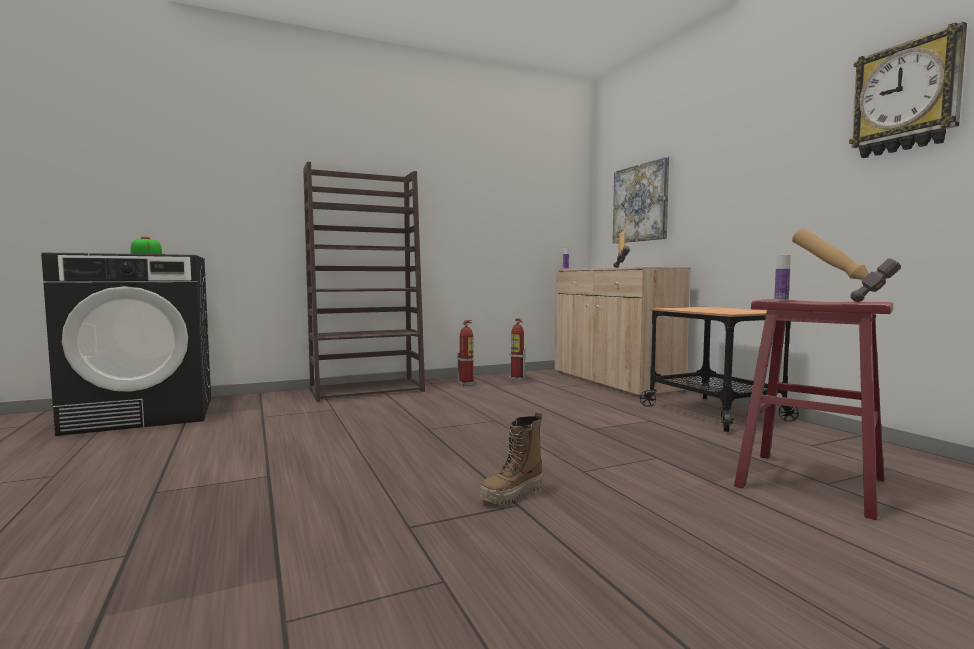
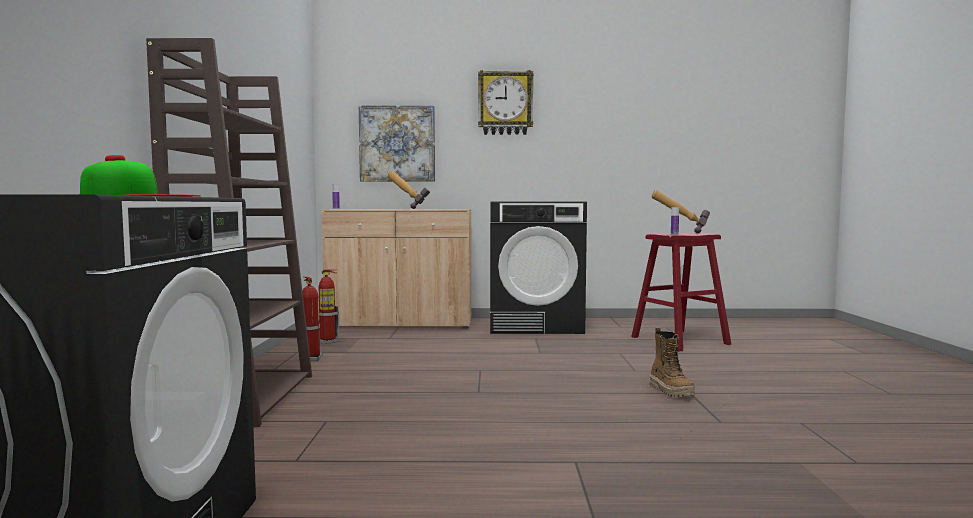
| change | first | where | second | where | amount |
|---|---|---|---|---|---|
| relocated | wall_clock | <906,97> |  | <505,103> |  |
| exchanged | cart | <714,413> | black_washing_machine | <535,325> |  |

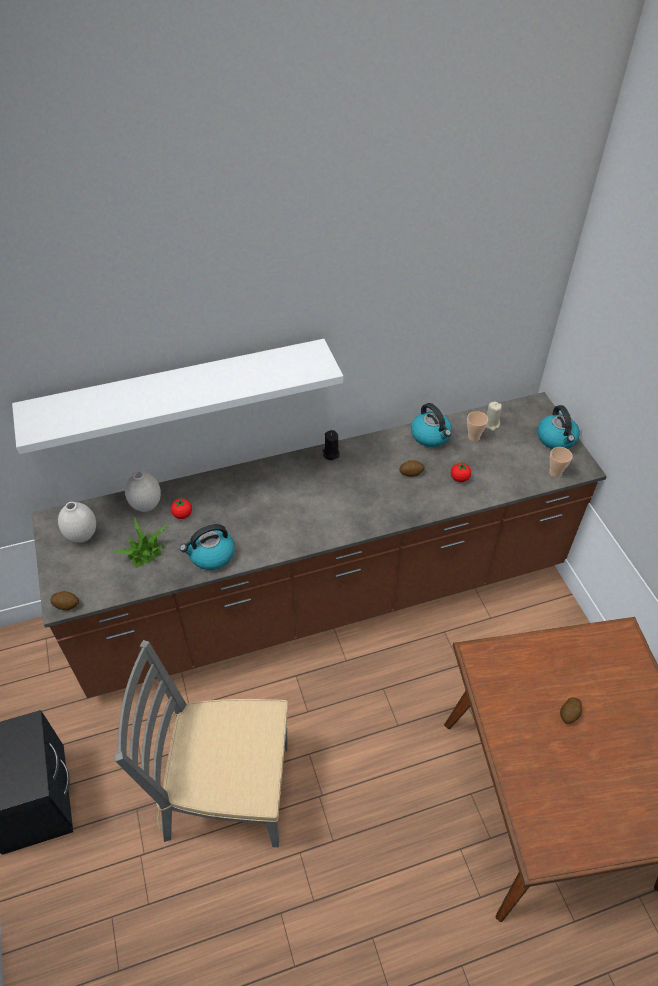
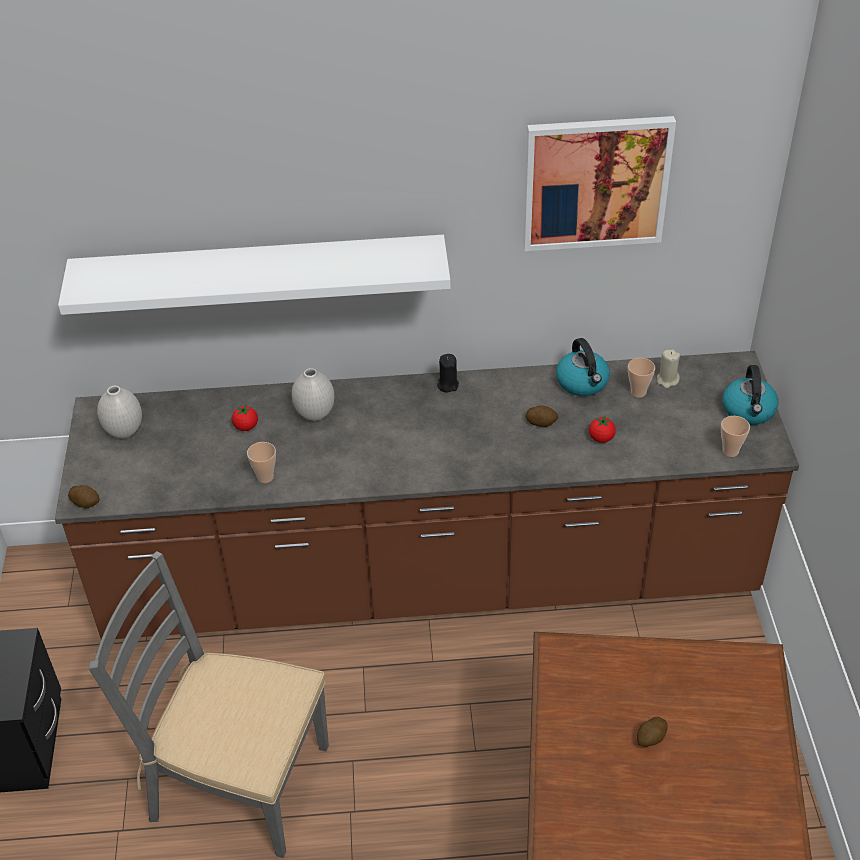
| change | first | where | second | where | amount |
|---|---|---|---|---|---|
| missing | potted_plant | <145,551> |  |  |  |
| appeared |  |  | picture | <595,182> |  |
| relocated | white_vase | <147,506> |  | <315,415> |  |
| exchanged | kettle | <211,555> | cup | <265,477> |  |

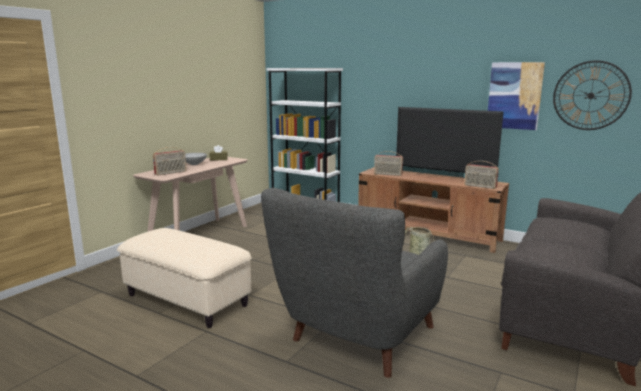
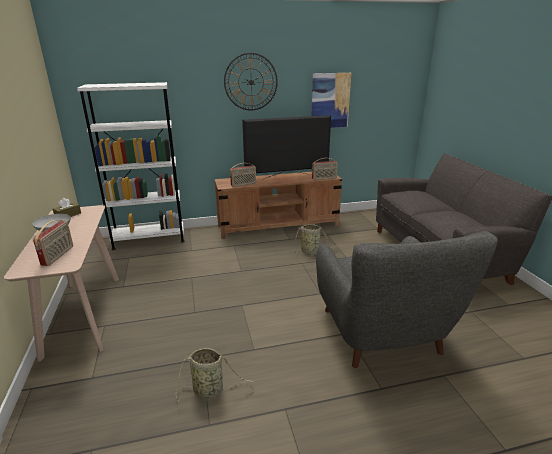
| change | first | where | second | where | amount |
|---|---|---|---|---|---|
| relocated | wall_clock | <590,95> |  | <251,82> |  |
| exchanged | beige_ottoman | <188,300> | basket | <210,391> |  |

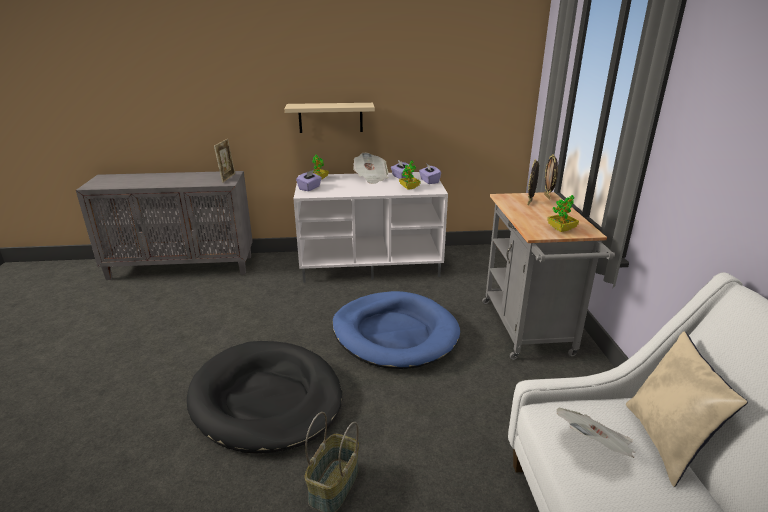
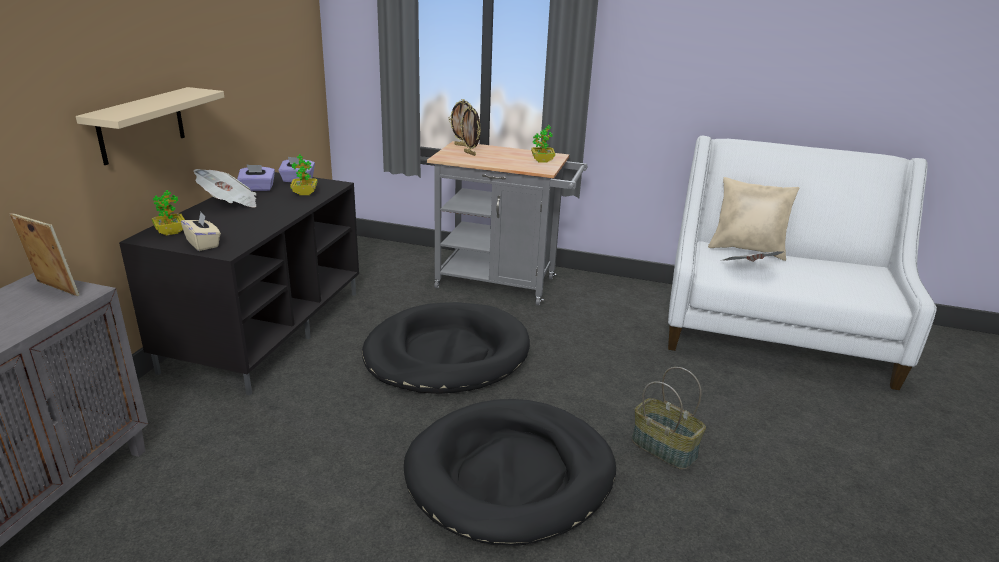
| change | first | where | second | where | amount |
|---|---|---|---|---|---|
| colour | white_tv_stand | <371,263> | black_tv_stand | <266,328> |  |
| colour | purple_tissue_box | <309,188> | beige_tissue_box | <203,244> |  |
| colour | blue_dog_bed | <394,333> | black_dog_bed | <446,354> |  |

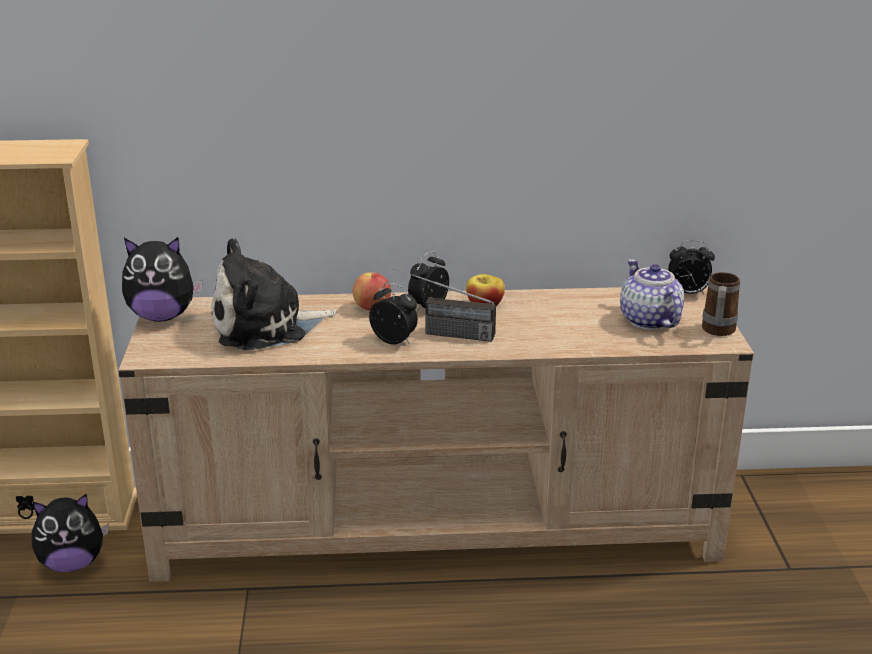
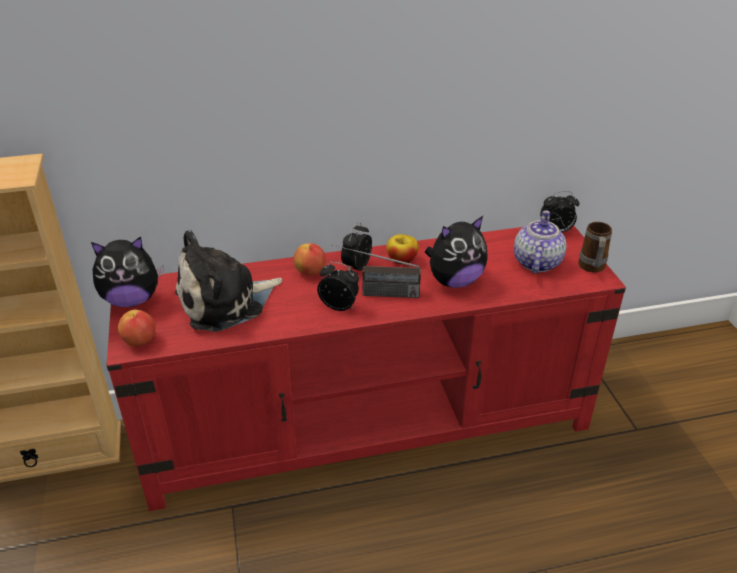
| change | first | where | second | where | amount |
|---|---|---|---|---|---|
| appeared |  |  | apple | <140,341> |  |
| relocated | plush_toy | <72,564> |  | <454,281> |  |
| colour | beige_tv_stand | <438,527> | red_tv_stand | <369,425> |  |
| spun | teapot | <649,321> |  | <536,263> | 45 degrees clockwise |

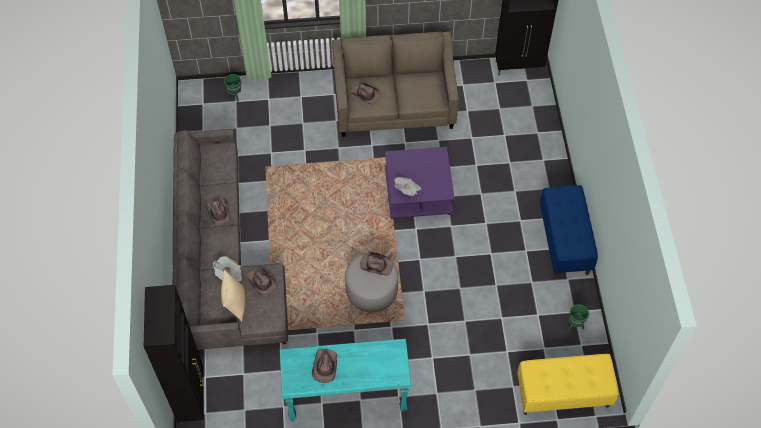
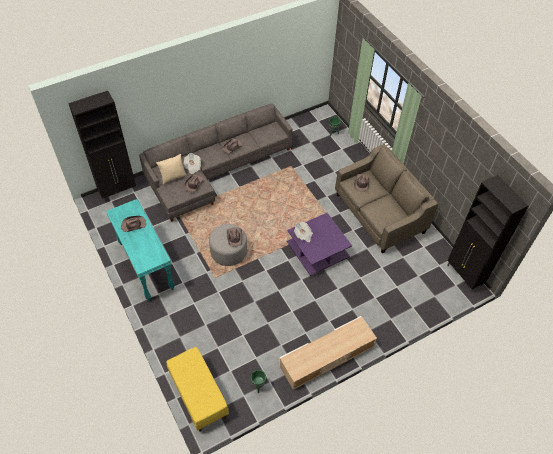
| change | first | where | second | where | amount |
|---|---|---|---|---|---|
| exchanged | blue_bench | <565,241> | beige_tv_stand | <327,356> |  |

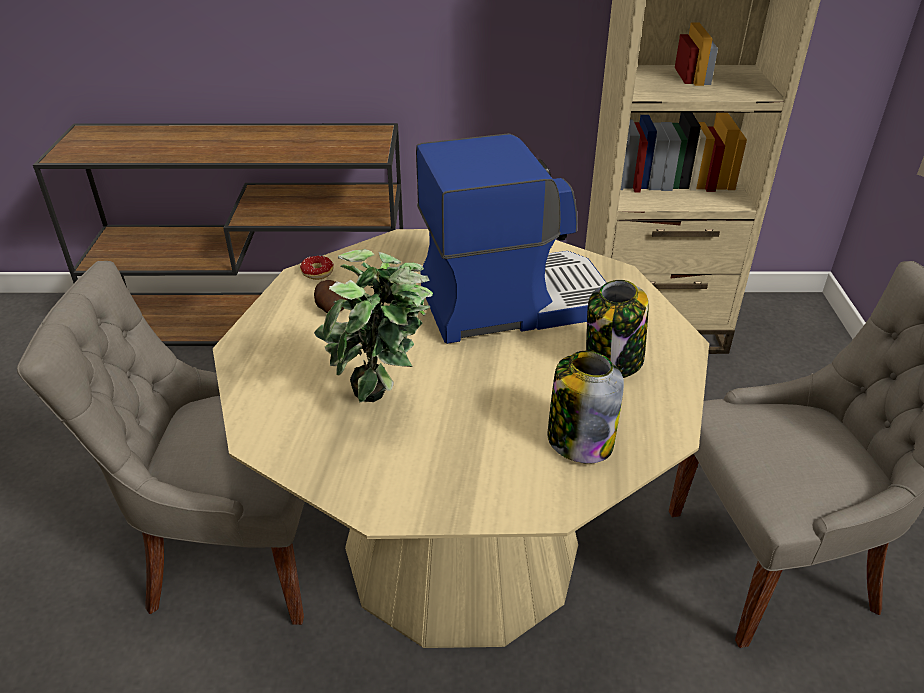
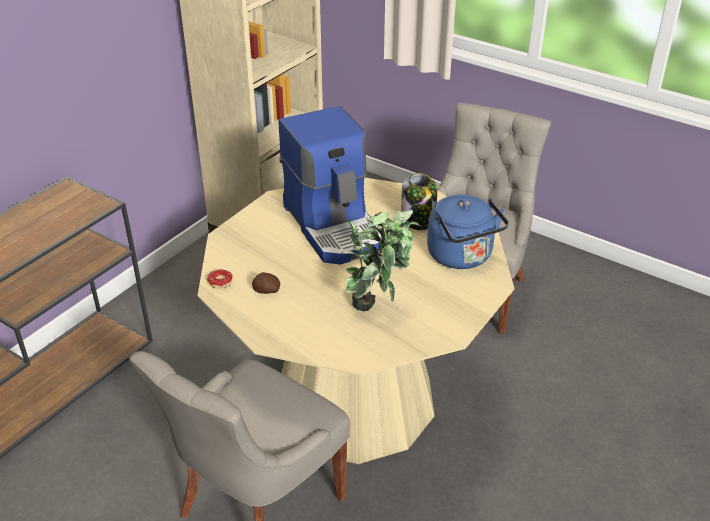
| change | first | where | second | where | amount |
|---|---|---|---|---|---|
| exchanged | jar | <579,440> | blue_kettle | <462,257> |  |
| spun | coffee_machine | <512,301> |  | <335,226> | 135 degrees clockwise |

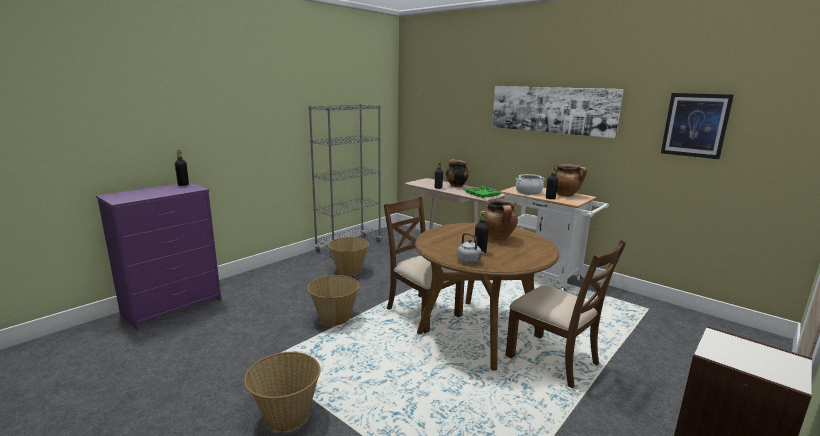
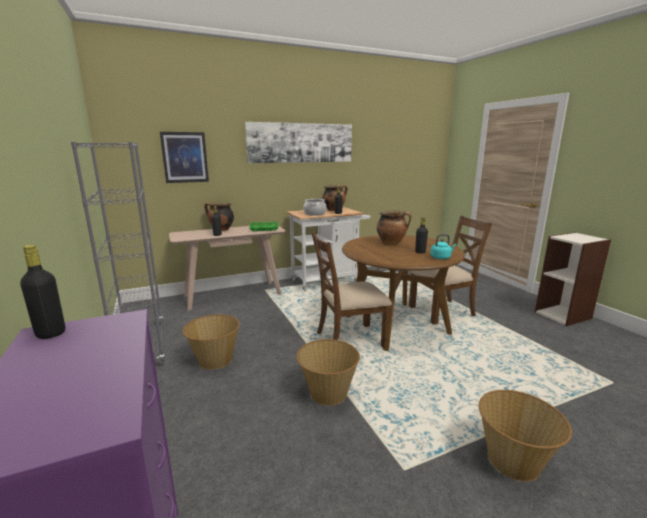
| change | first | where | second | where | amount |
|---|---|---|---|---|---|
| relocated | picture | <695,125> |  | <185,157> |  |
| colour | grey_kettle | <470,261> | turquoise_kettle | <441,257> |  |

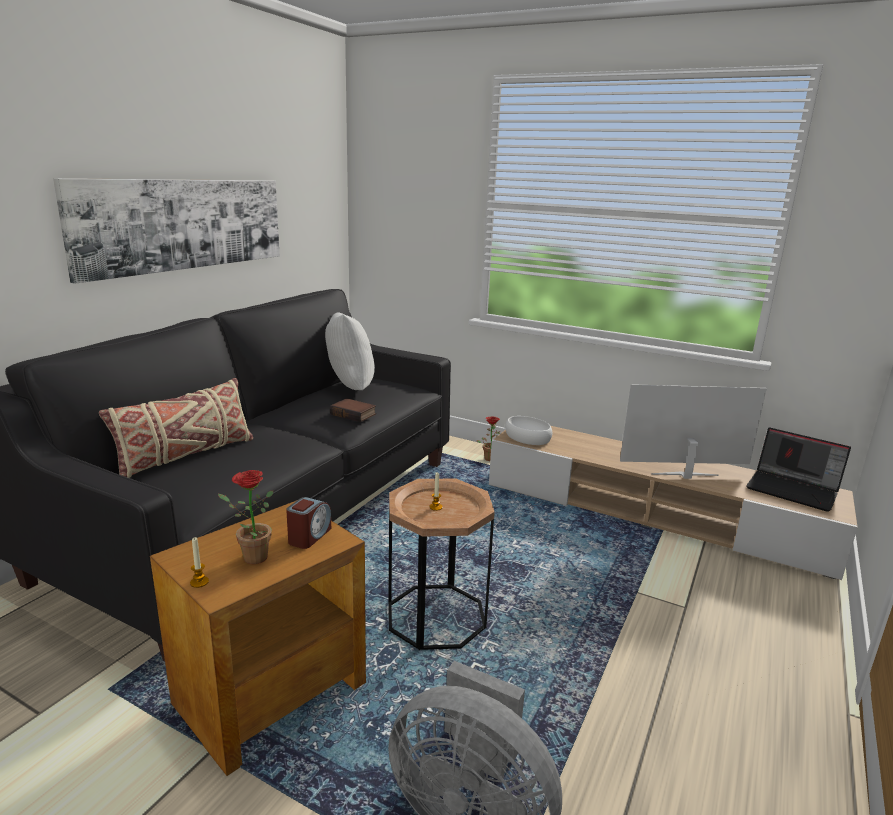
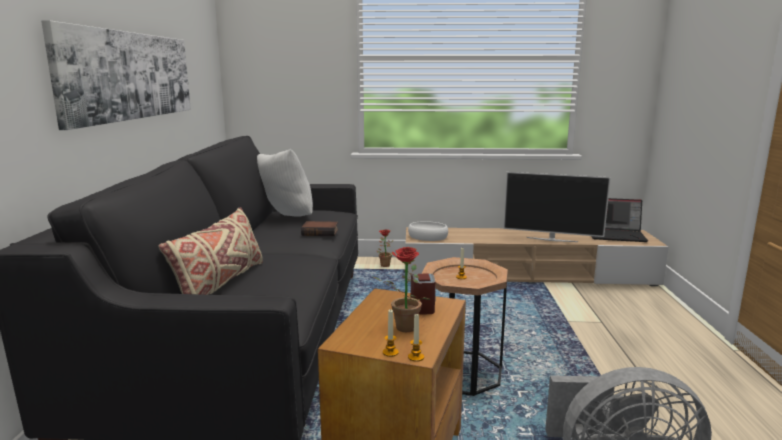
| change | first | where | second | where | amount |
|---|---|---|---|---|---|
| appeared |  |  | candle | <416,357> |  |
| spun | television | <685,475> |  | <551,239> | 135 degrees counterclockwise |

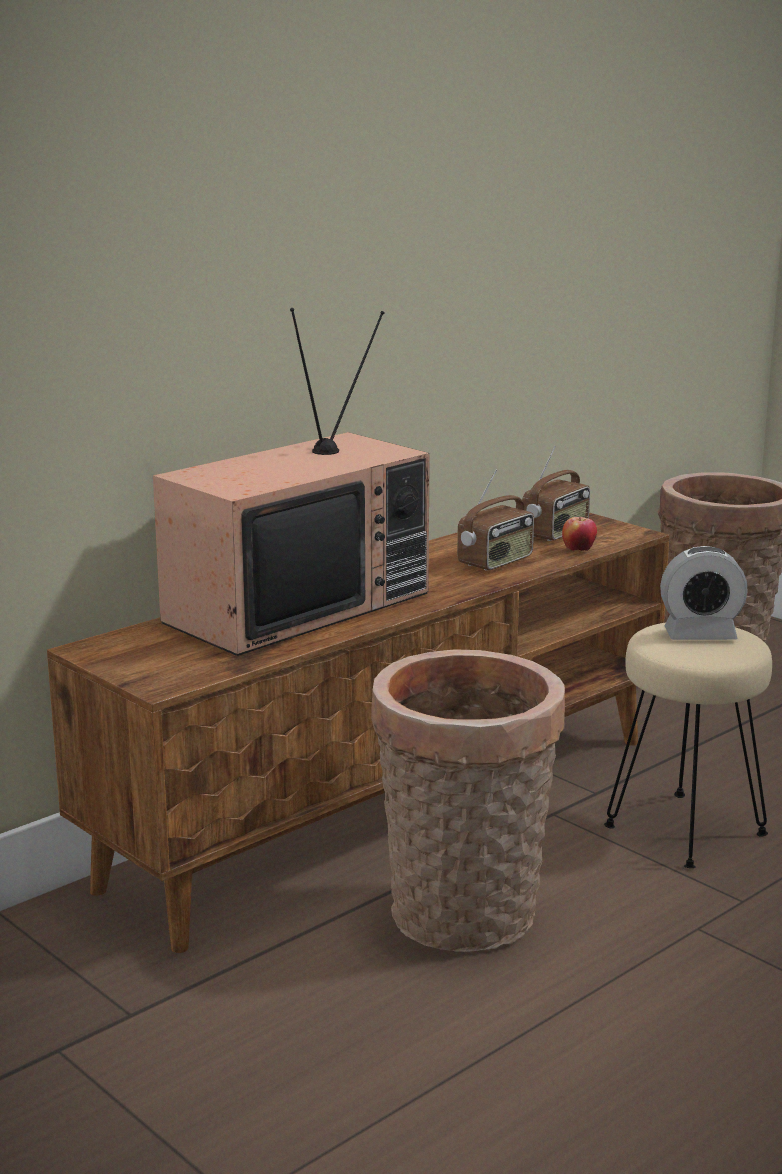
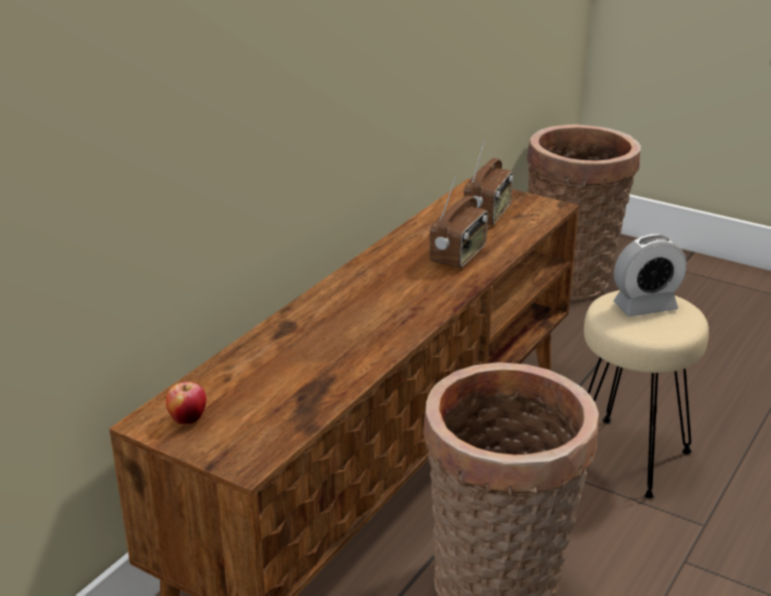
| change | first | where | second | where | amount |
|---|---|---|---|---|---|
| missing | television | <297,605> |  |  |  |
| relocated | apple | <578,551> |  | <188,419> |  |

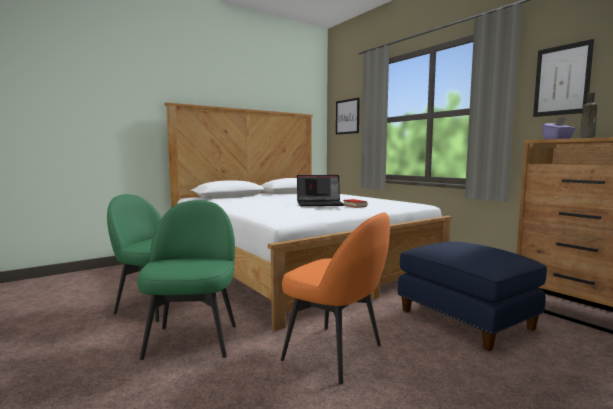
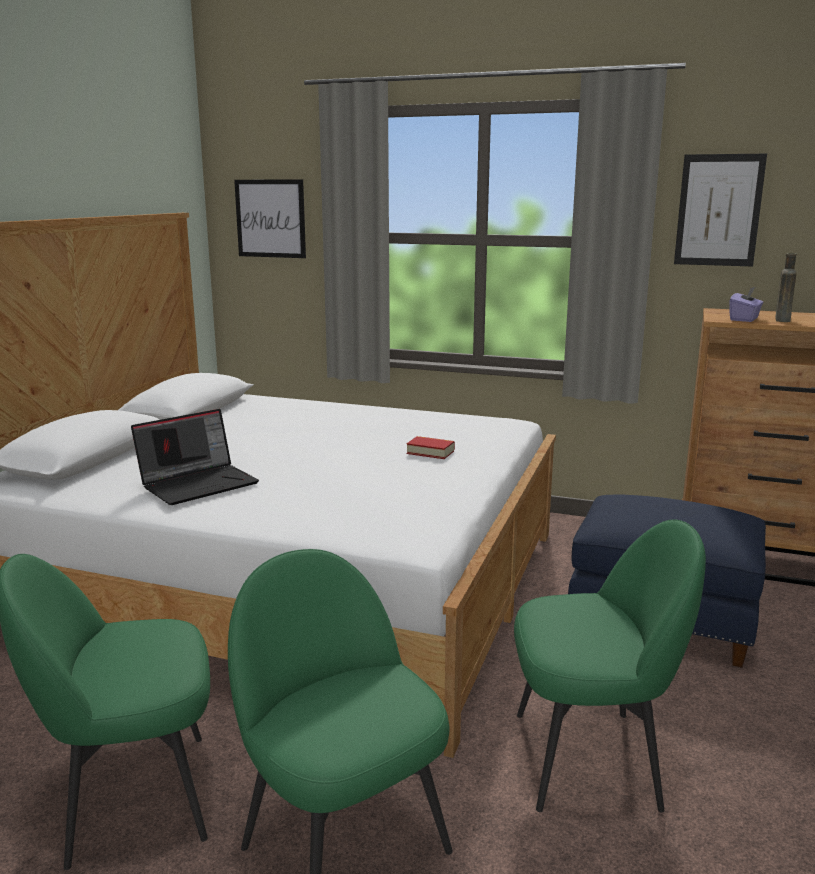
| change | first | where | second | where | amount |
|---|---|---|---|---|---|
| relocated | laptop | <320,204> |  | <199,483> |  |
| colour | orange_chair | <335,353> | green_chair | <590,759> |  |

